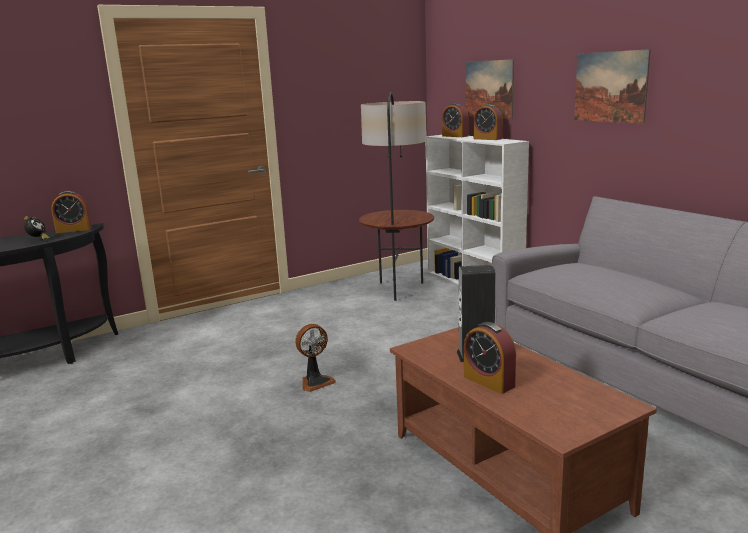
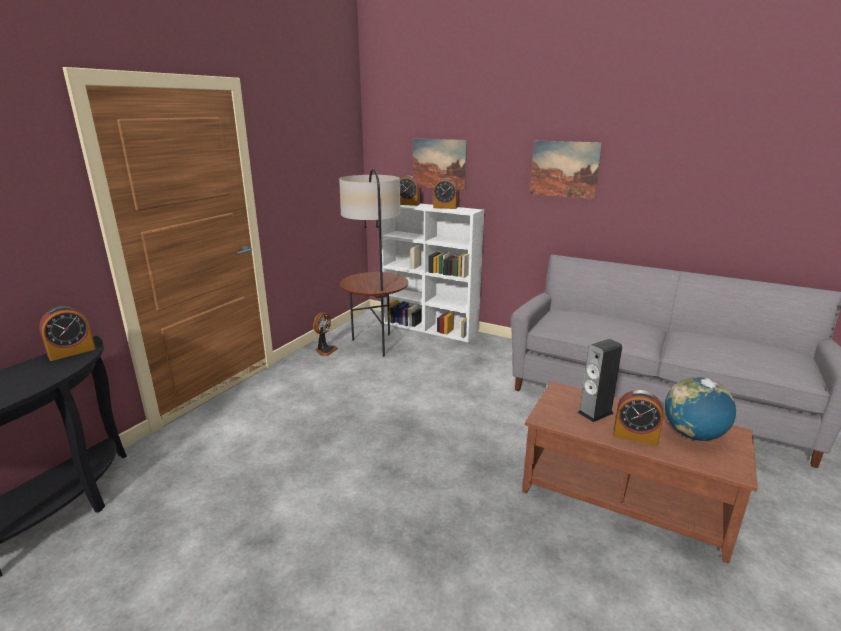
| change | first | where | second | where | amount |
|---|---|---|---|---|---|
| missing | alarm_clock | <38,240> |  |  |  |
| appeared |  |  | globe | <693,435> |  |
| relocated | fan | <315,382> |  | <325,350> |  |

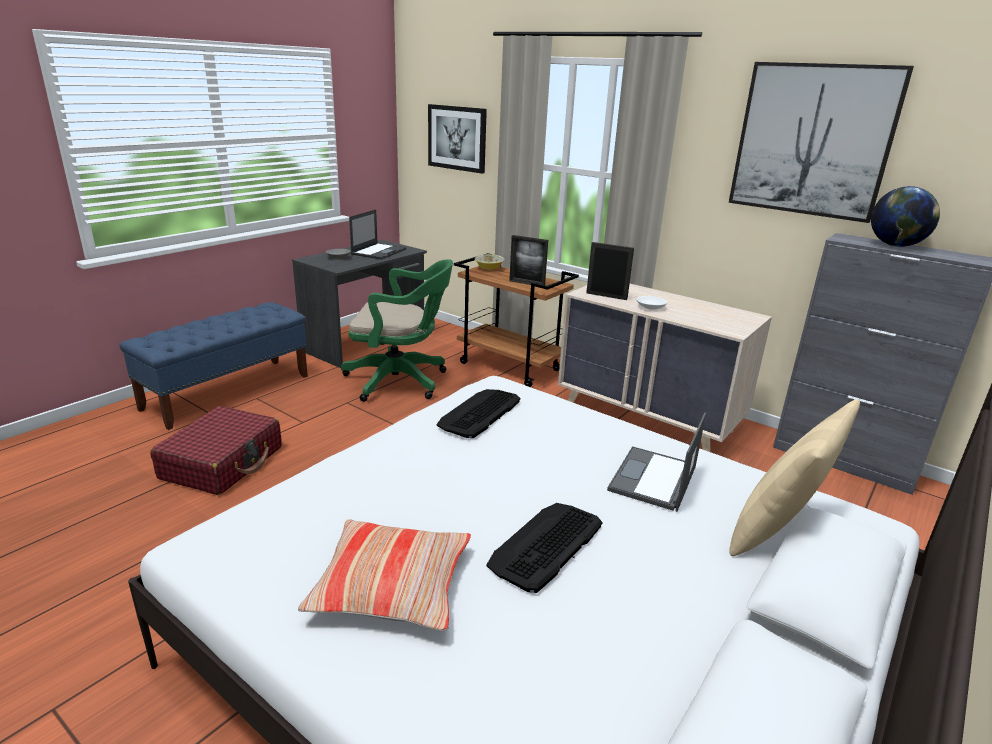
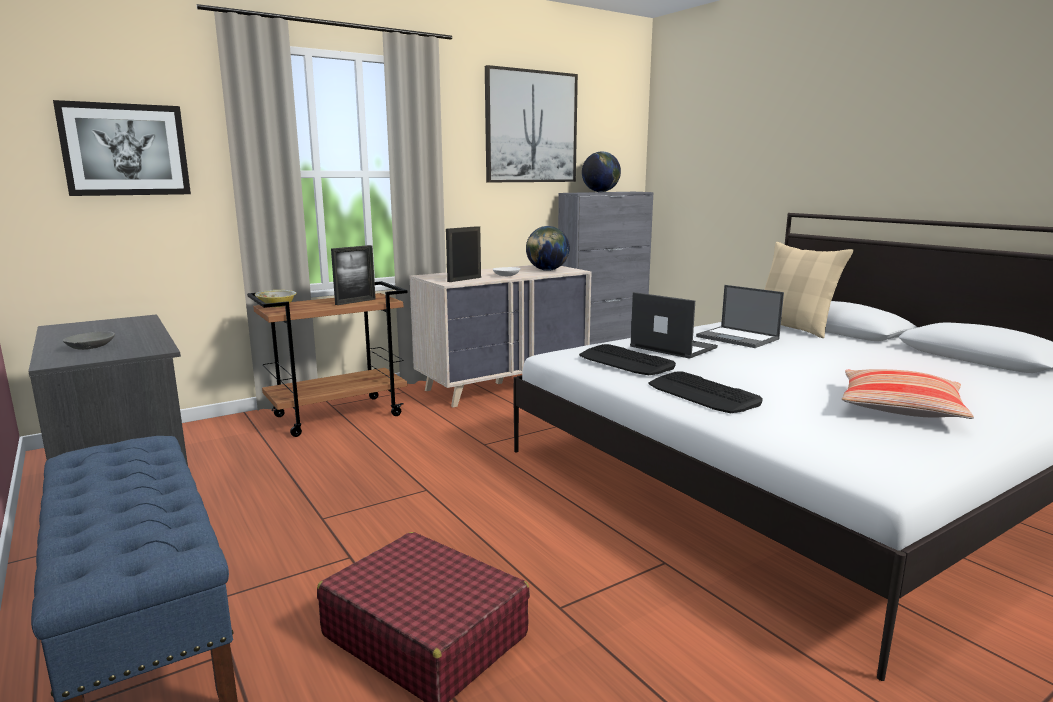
| change | first | where | second | where | amount |
|---|---|---|---|---|---|
| missing | green_office_chair | <401,381> |  |  |  |
| appeared |  |  | globe | <547,270> |  |
| relocated | laptop | <379,251> |  | <672,347> |  |
| relocated | keyboard | <546,545> |  | <703,394> |  |

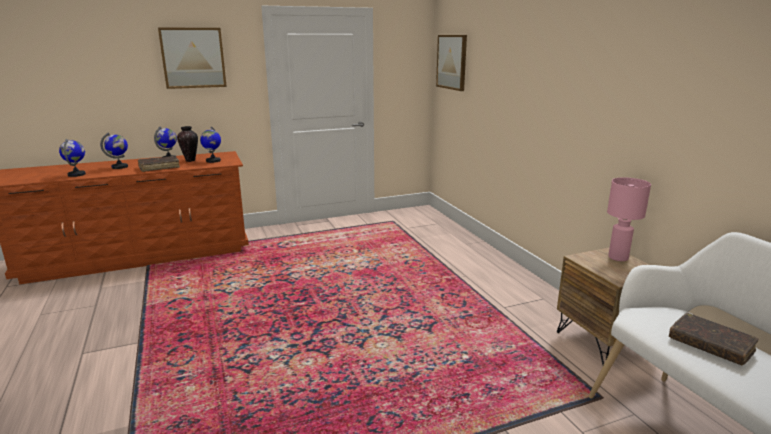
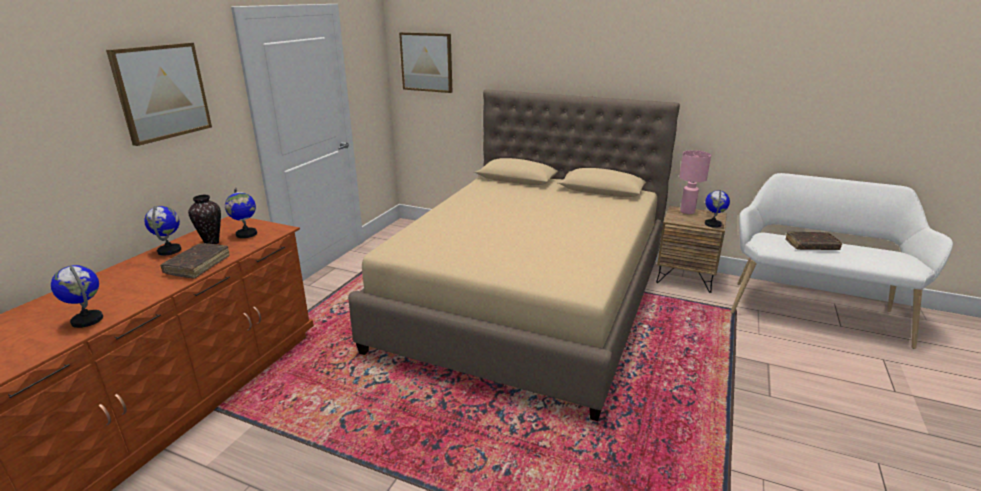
| change | first | where | second | where | amount |
|---|---|---|---|---|---|
| appeared |  |  | beige_bed | <528,302> |  |
| relocated | globe | <120,167> |  | <713,224> |  |

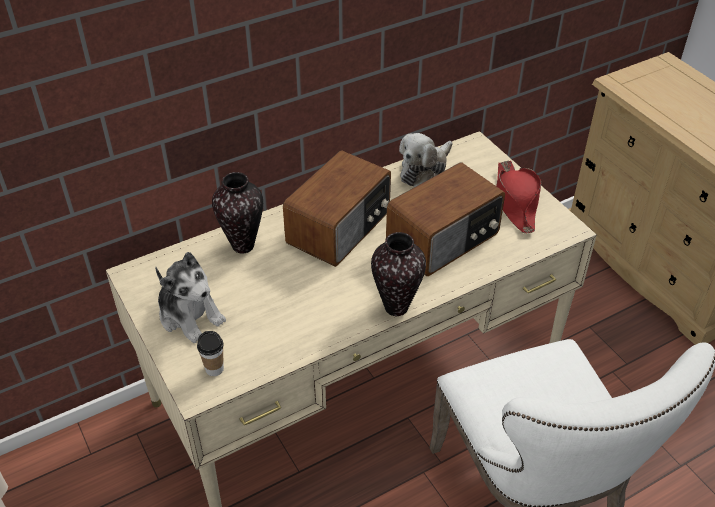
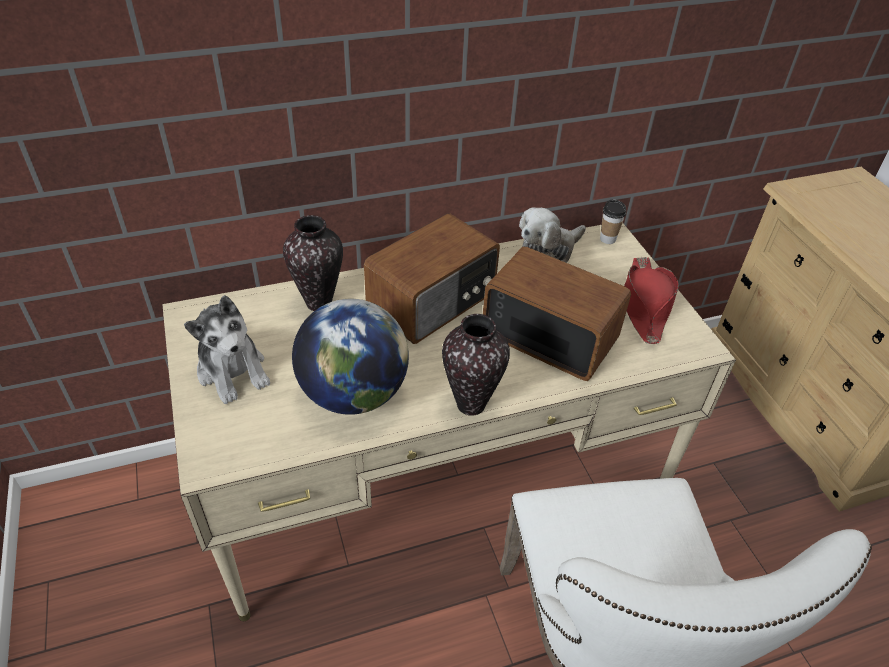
| change | first | where | second | where | amount |
|---|---|---|---|---|---|
| appeared |  |  | globe | <353,394> |  |
| relocated | cup | <214,369> |  | <607,239> |  |
| spun | radio | <444,239> |  | <549,334> | 120 degrees counterclockwise |

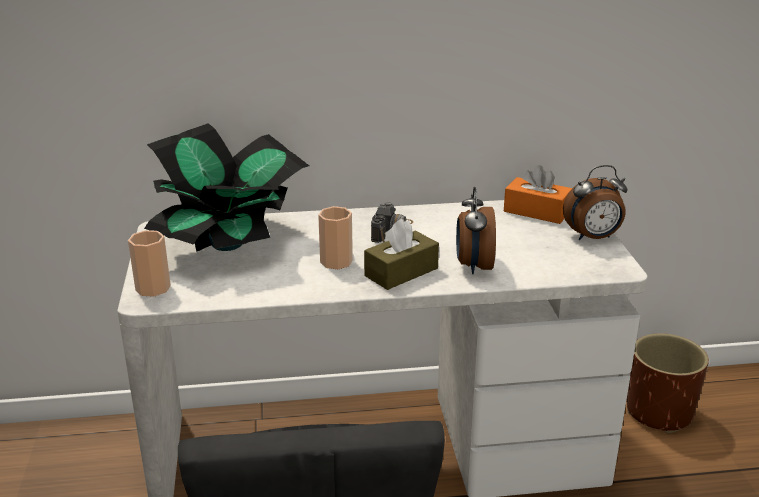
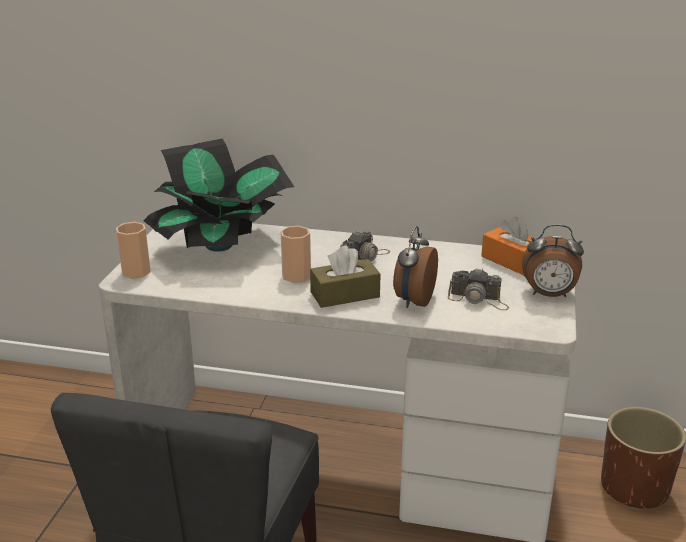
| change | first | where | second | where | amount |
|---|---|---|---|---|---|
| appeared |  |  | photo_camera | <478,299> |  |

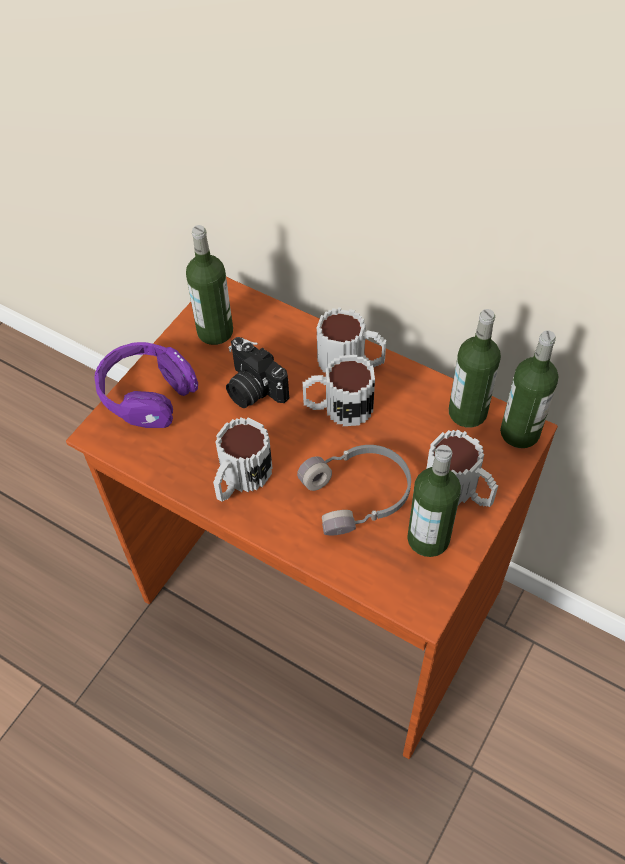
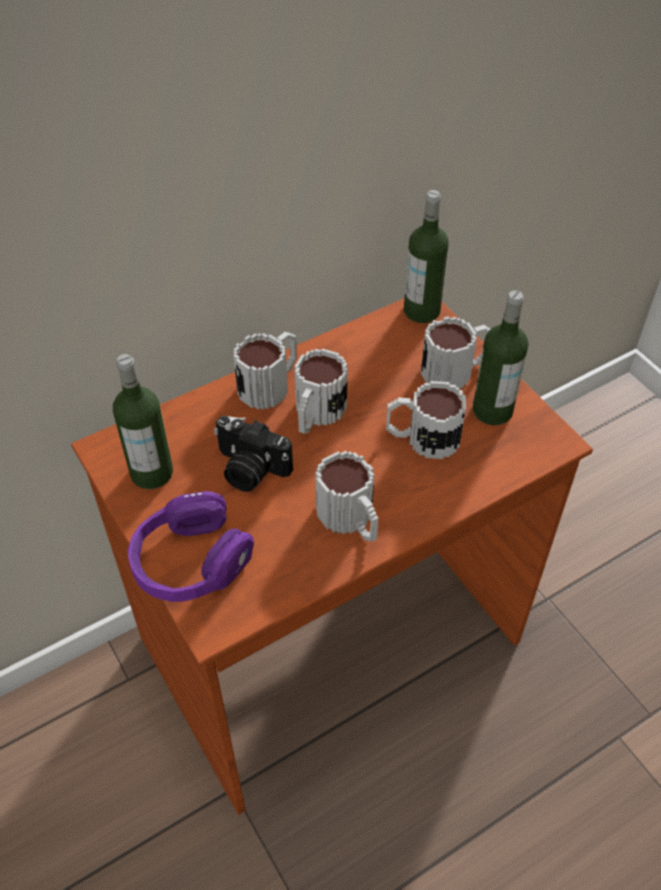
| change | first | where | second | where | amount |
|---|---|---|---|---|---|
| missing | bottle | <467,412> |  |  |  |
| exchanged | grey_headphones | <359,495> | mug | <422,438> |  |
| spun | photo_camera | <252,389> |  | <249,470> | 45 degrees clockwise |

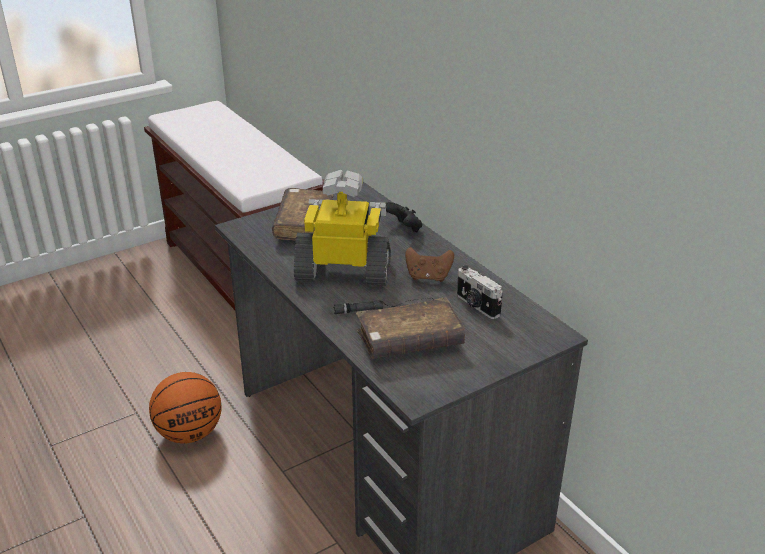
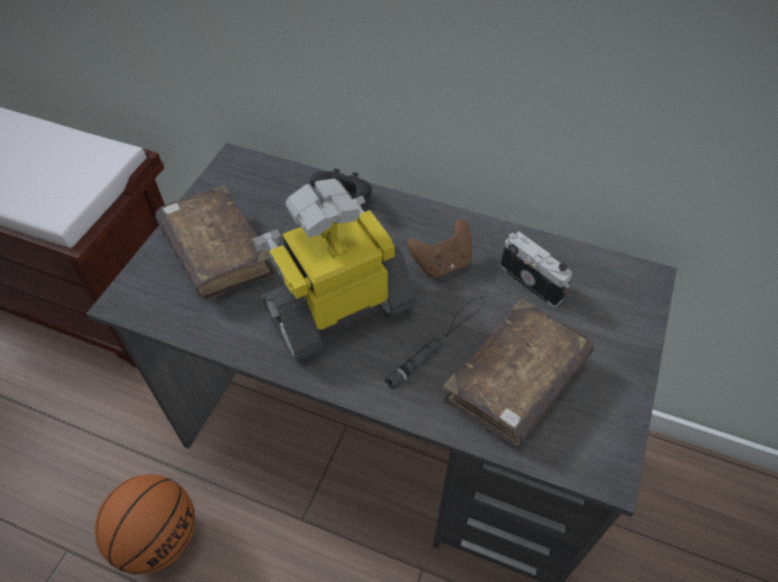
| change | first | where | second | where | amount |
|---|---|---|---|---|---|
| spun | photo_camera | <476,306> |  | <532,281> | 150 degrees counterclockwise |

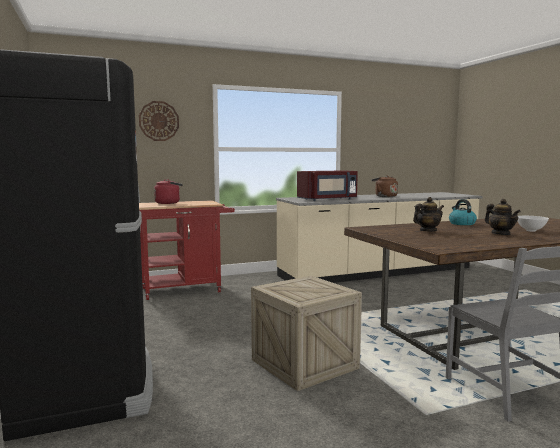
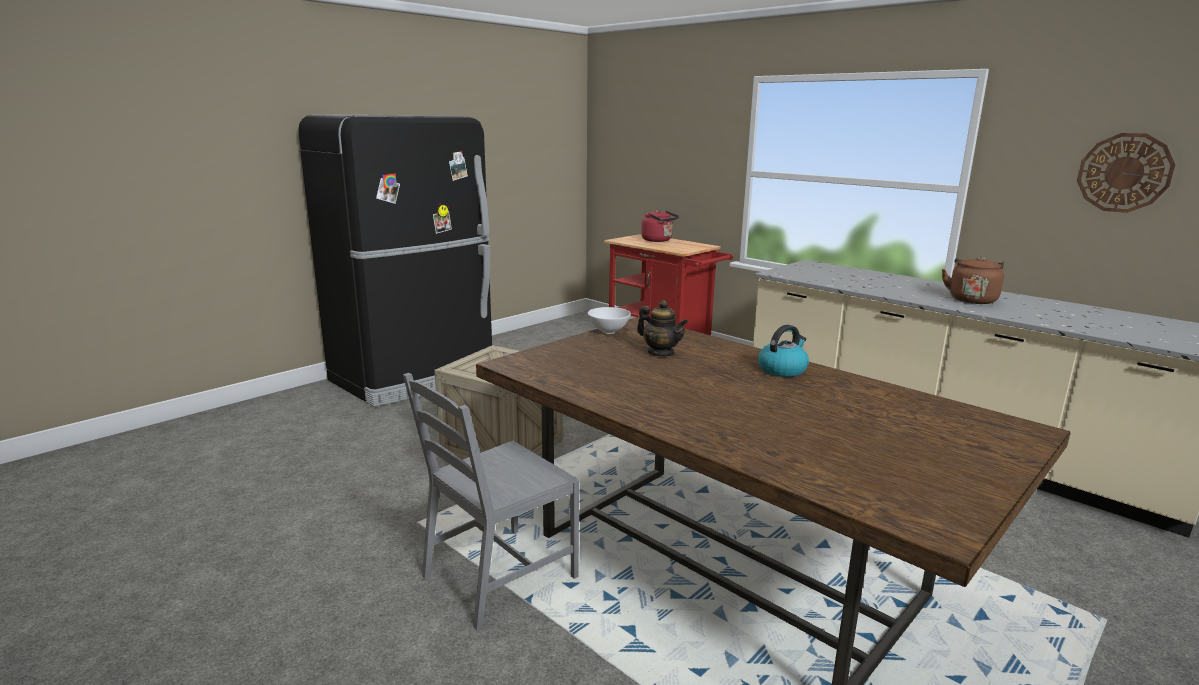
| change | first | where | second | where | amount |
|---|---|---|---|---|---|
| missing | red_microwave | <328,199> |  |  |  |
| missing | teapot | <501,234> |  |  |  |
| relocated | wall_clock | <159,121> |  | <1124,173> |  |
| relocated | white_bowl | <530,230> |  | <608,332> |  |

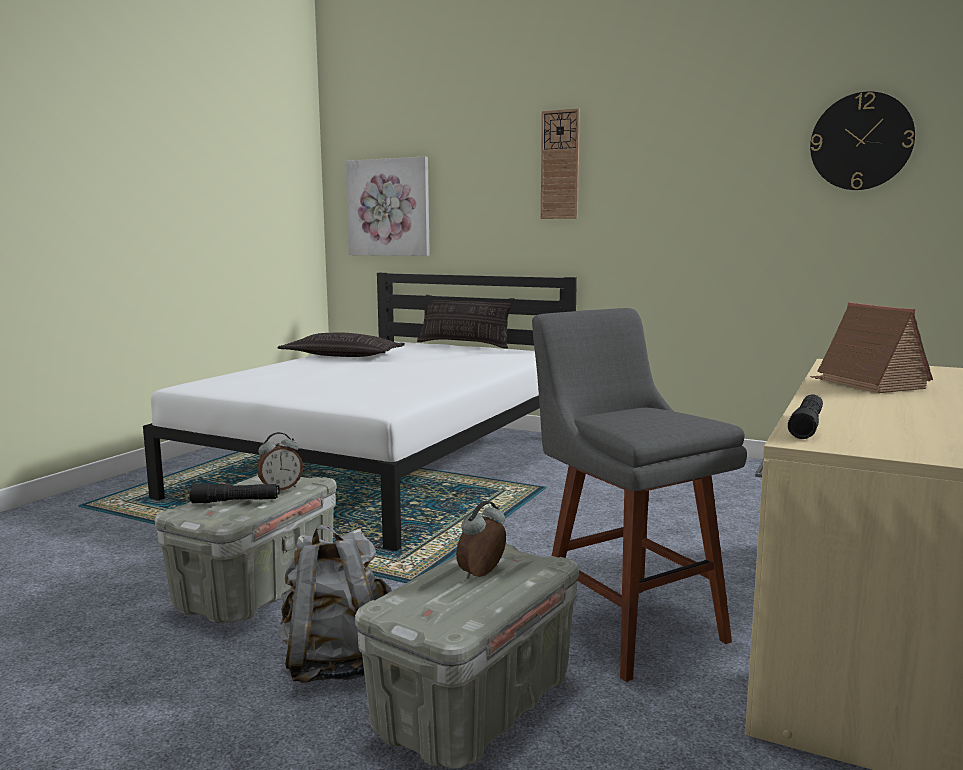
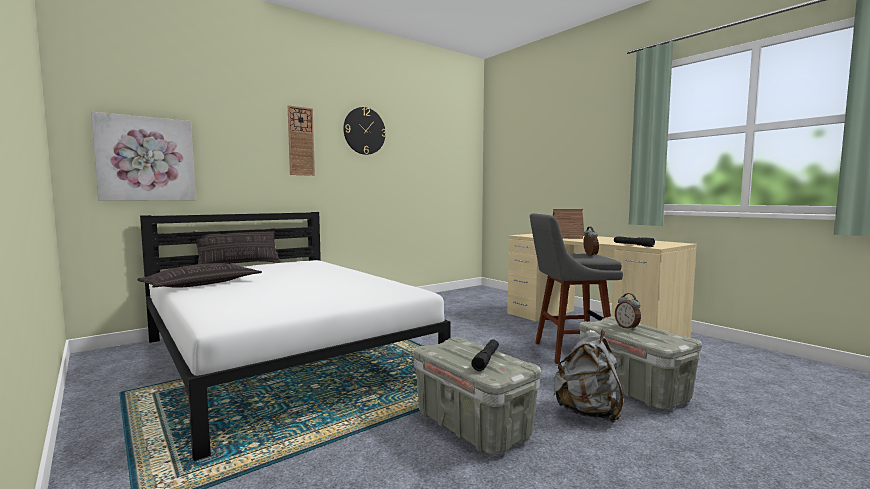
| change | first | where | second | where | amount |
|---|---|---|---|---|---|
| relocated | alarm_clock | <280,488> |  | <589,255> |  |
| relocated | wall_clock | <861,141> |  | <364,131> |  |

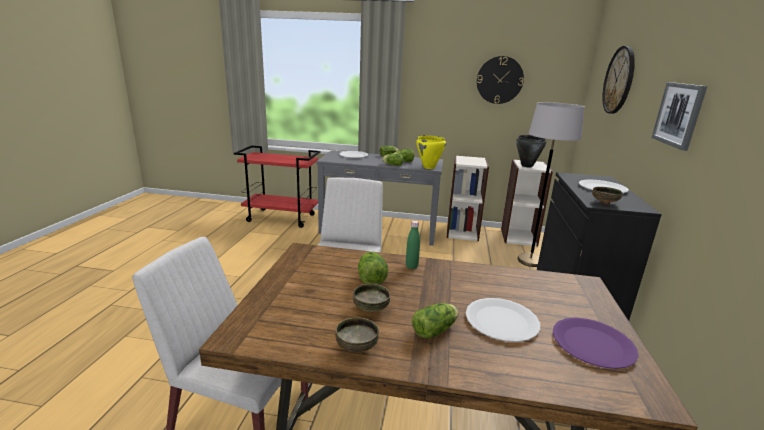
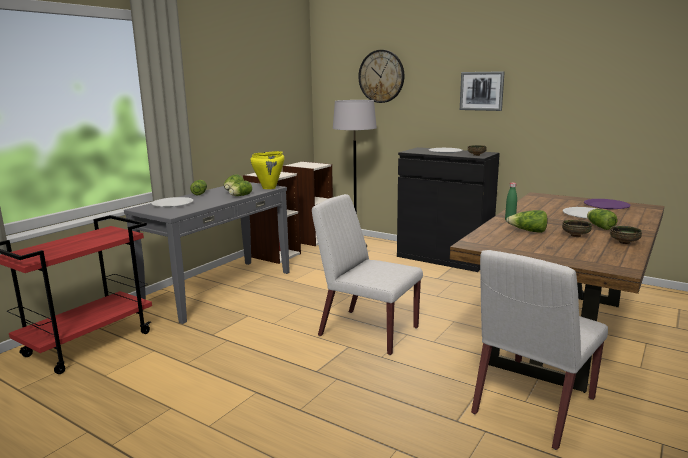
| change | first | where | second | where | amount |
|---|---|---|---|---|---|
| missing | wall_clock | <499,80> |  |  |  |
| missing | black_cooking_pot | <527,166> |  |  |  |

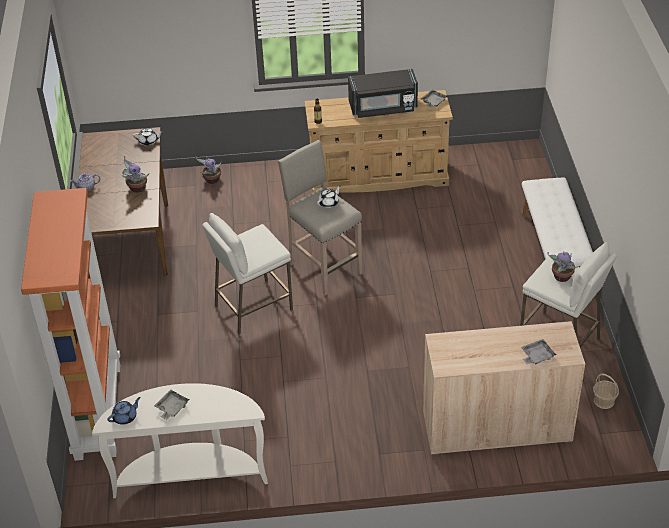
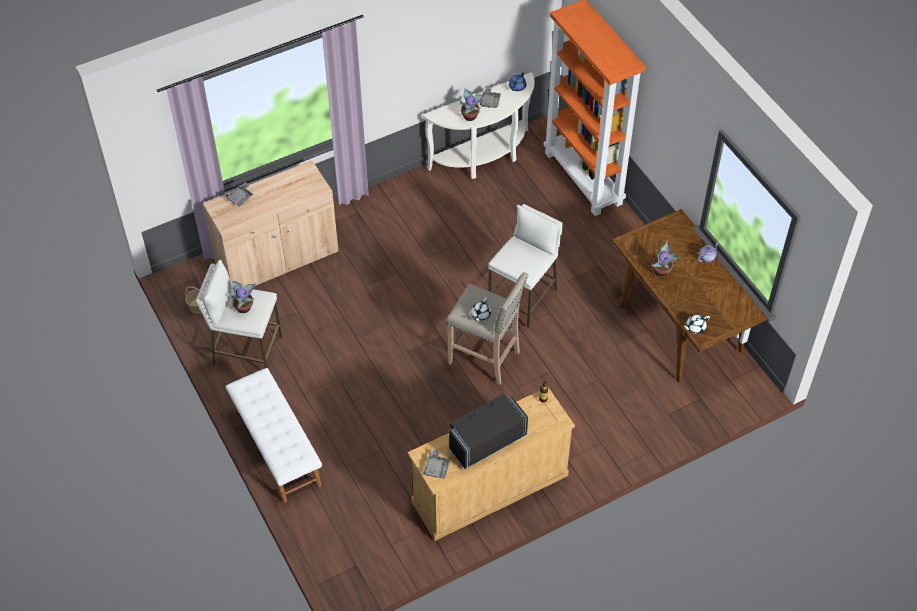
| change | first | where | second | where | amount |
|---|---|---|---|---|---|
| relocated | potted_plant | <211,180> |  | <470,116> |  |

